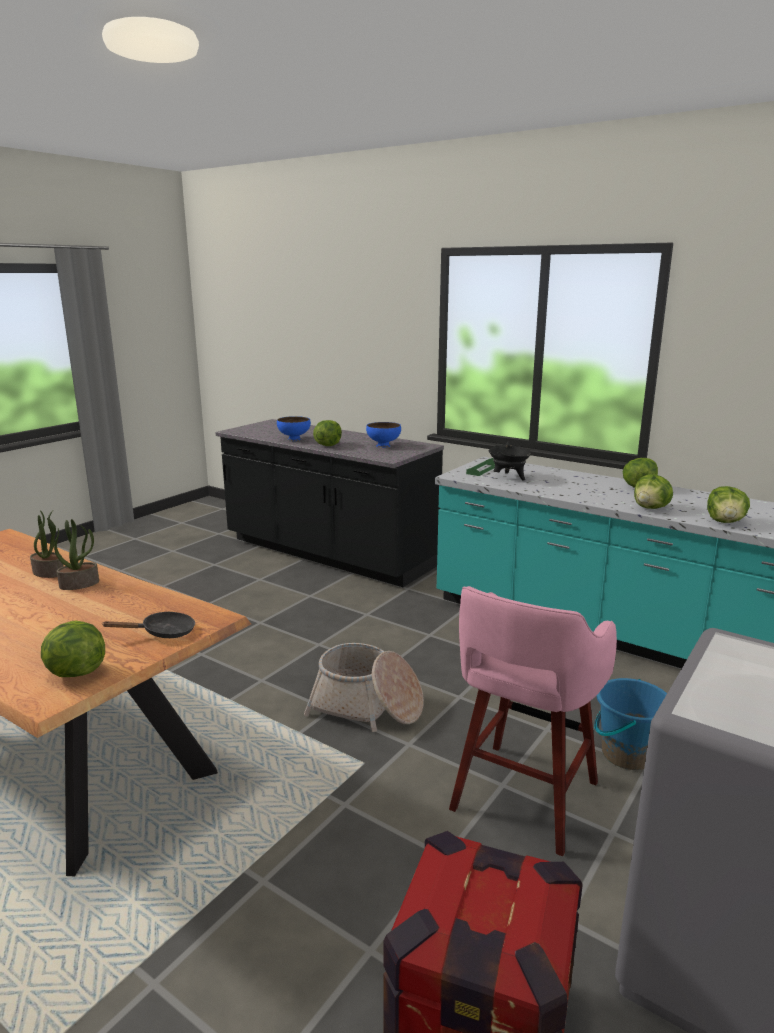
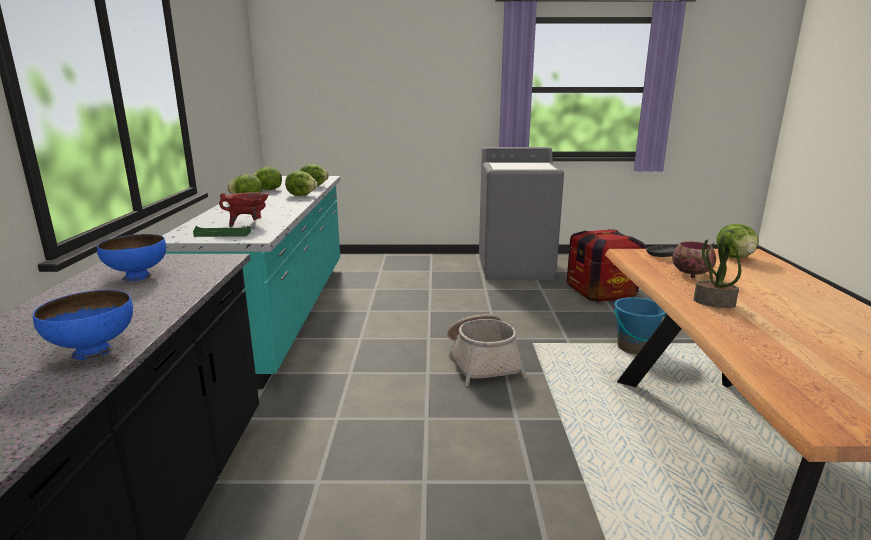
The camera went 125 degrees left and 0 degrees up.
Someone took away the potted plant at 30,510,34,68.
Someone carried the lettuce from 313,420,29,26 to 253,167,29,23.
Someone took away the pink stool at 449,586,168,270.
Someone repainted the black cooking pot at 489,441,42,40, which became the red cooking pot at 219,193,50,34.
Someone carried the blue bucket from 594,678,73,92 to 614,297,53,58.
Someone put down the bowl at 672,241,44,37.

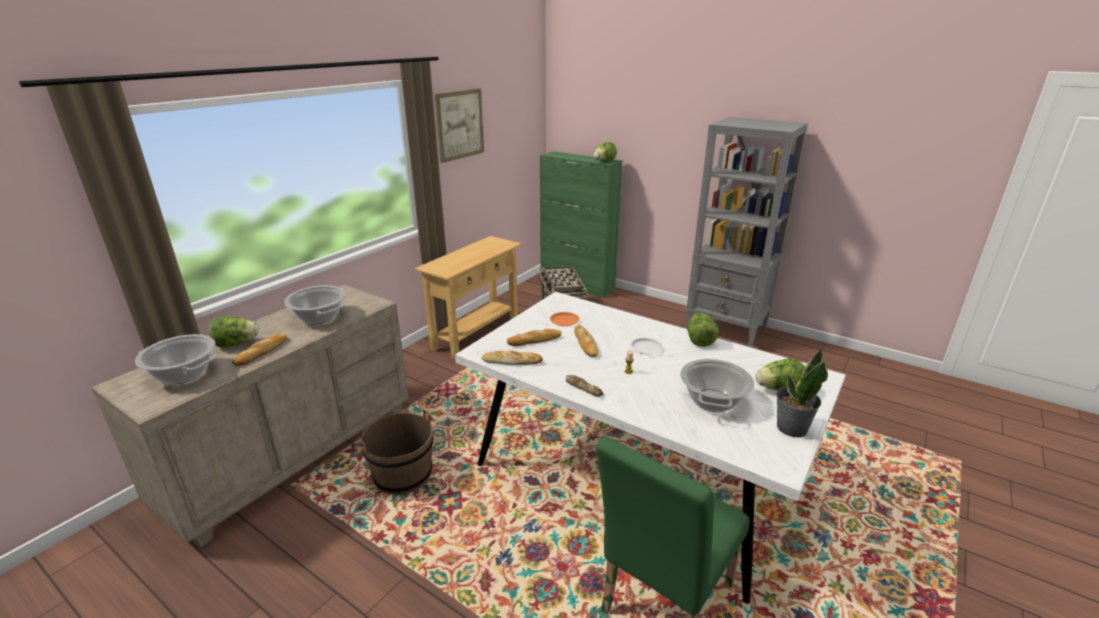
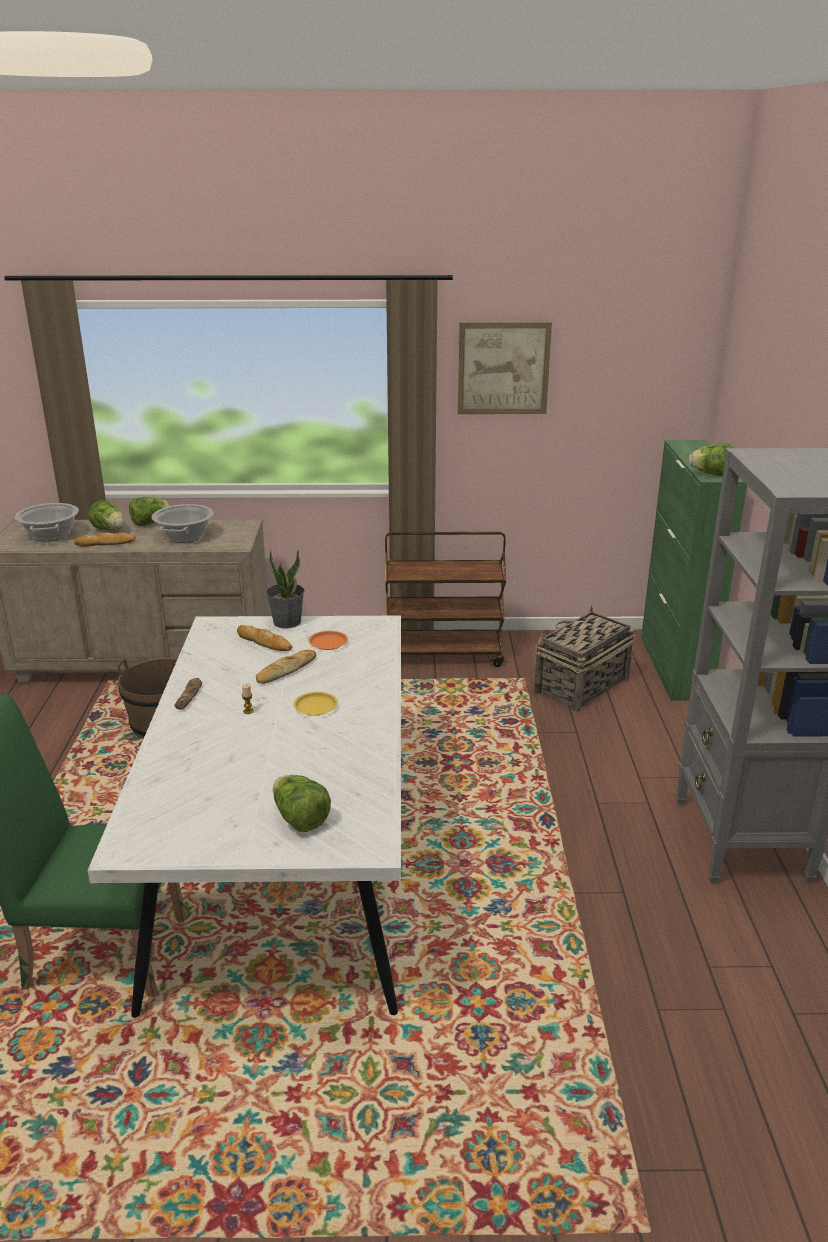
The camera went 55 degrees right and 0 degrees up.
Someone swapped the beige console table at 414,236,107,123 for the brown cart at 385,532,121,135.
Someone took away the bread at 482,351,61,14.
Someone repainted the white plate at 630,338,33,16, which became the yellow plate at 293,692,45,24.
Someone took away the cooking pot at 680,359,74,53.
Someone carried the lettuce from 687,313,32,34 to 129,497,42,29.
Someone carried the potted plant from 776,349,52,89 to 266,550,39,78.

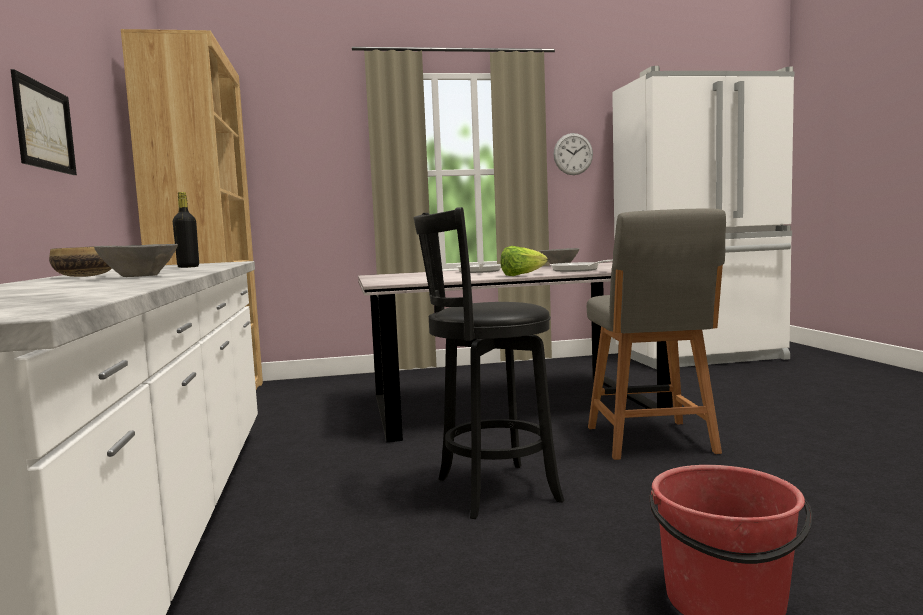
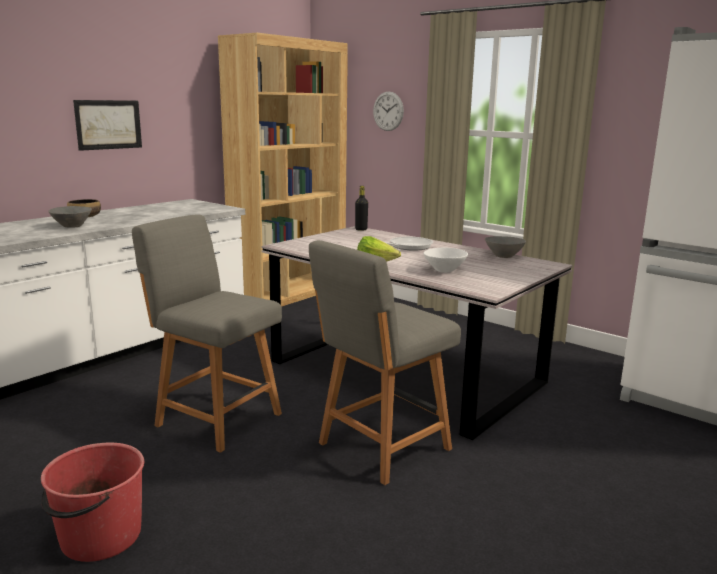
The camera went 50 degrees right and 10 degrees up.
Someone carried the black bottle from 173,192,26,76 to 355,186,13,45.
Someone swapped the black stool at 413,207,151,312 for the grey chair at 132,215,150,238.
Someone swapped the frying pan at 550,260,63,12 for the white bowl at 424,248,44,25.
Someone carried the wall clock from 553,133,40,42 to 373,91,31,40.

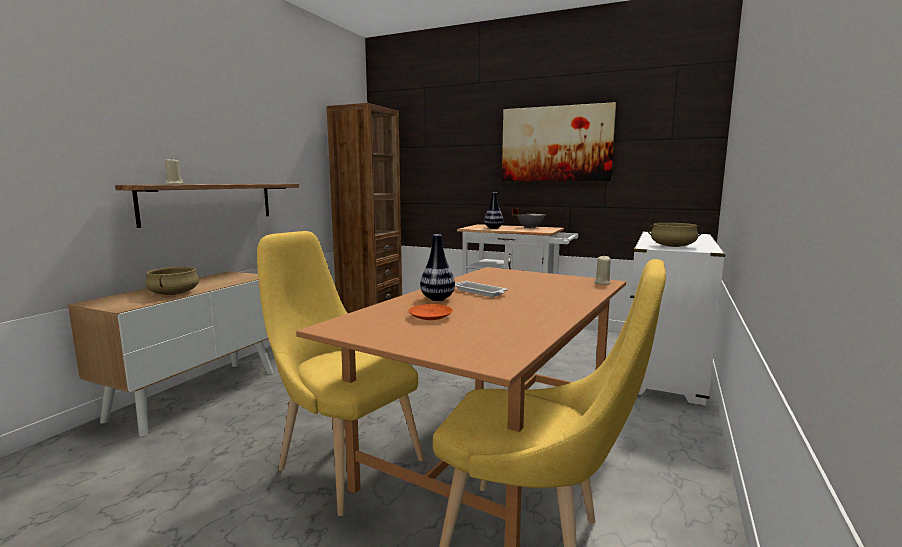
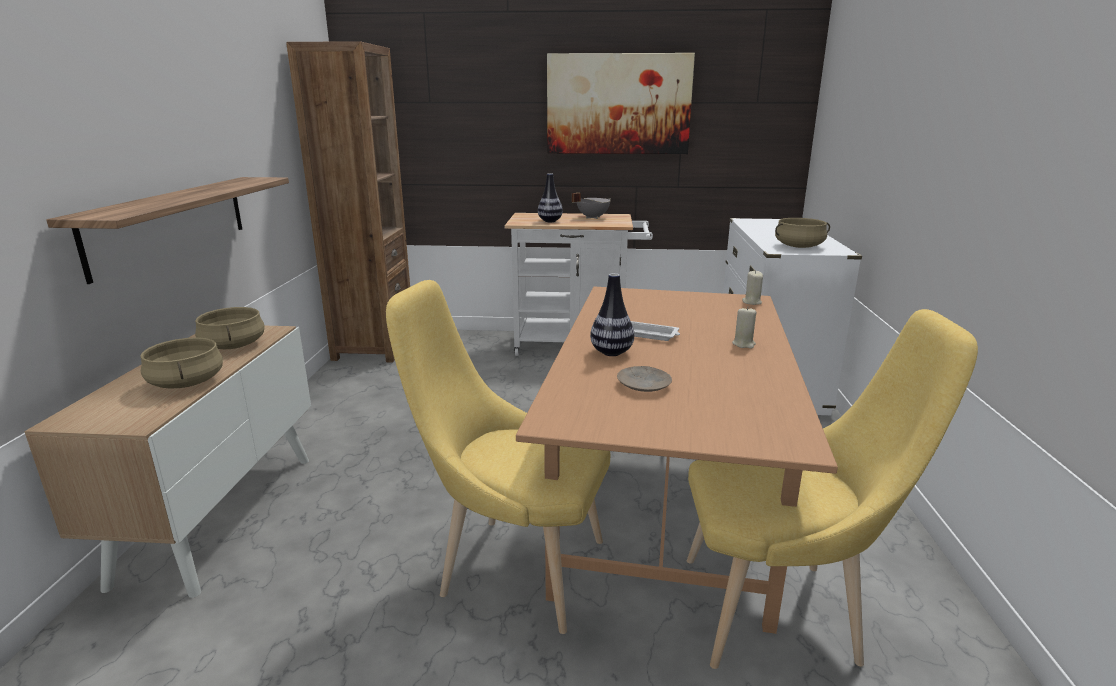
The camera went 20 degrees left and 10 degrees up.
Someone carried the beige candle from 165,158,19,27 to 732,308,24,40.
Someone repainted the orange plate at 409,304,44,16, which became the beige plate at 617,366,55,26.
Someone put down the beige cooking pot at 195,307,70,42.

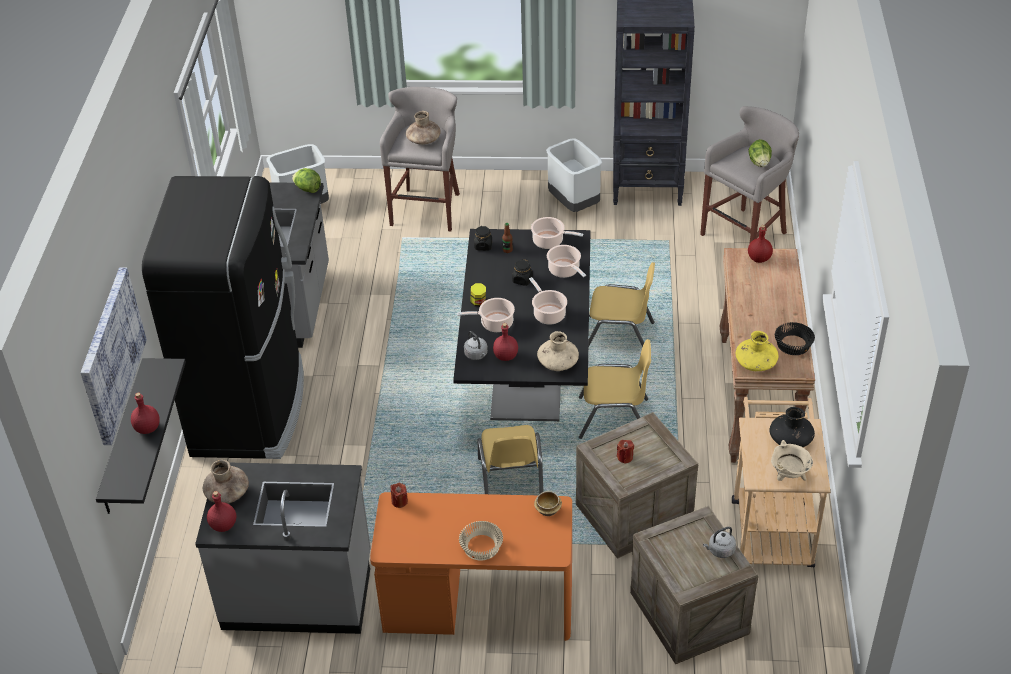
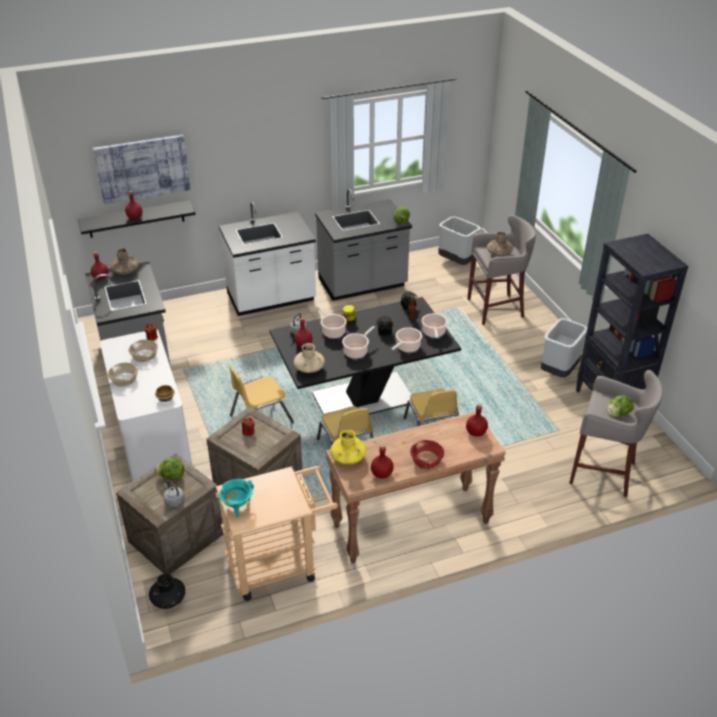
The camera went 65 degrees right and 5 degrees down.
Someone swapped the black fridge at 142,176,162,283 for the white counter at 219,202,97,114.
Someone repainted the orange desk at 370,492,202,149, which became the white desk at 100,329,92,152.
Someone carried the black vase from 770,407,45,40 to 149,574,36,35.
Someone repainted the beige cooking pot at 771,440,42,41, which became the turquoise cooking pot at 219,479,35,38.
Someone swapped the black bowl at 775,322,40,33 for the red bottle at 371,445,23,34.
Someone put down the beige bowl at 129,340,29,22.
Someone put down the lettuce at 155,458,29,22.
Someone put down the red bowl at 410,440,34,29.

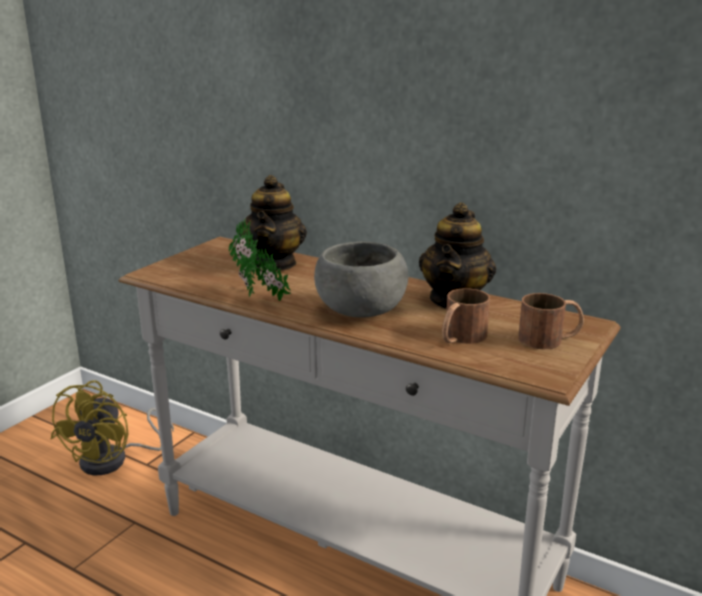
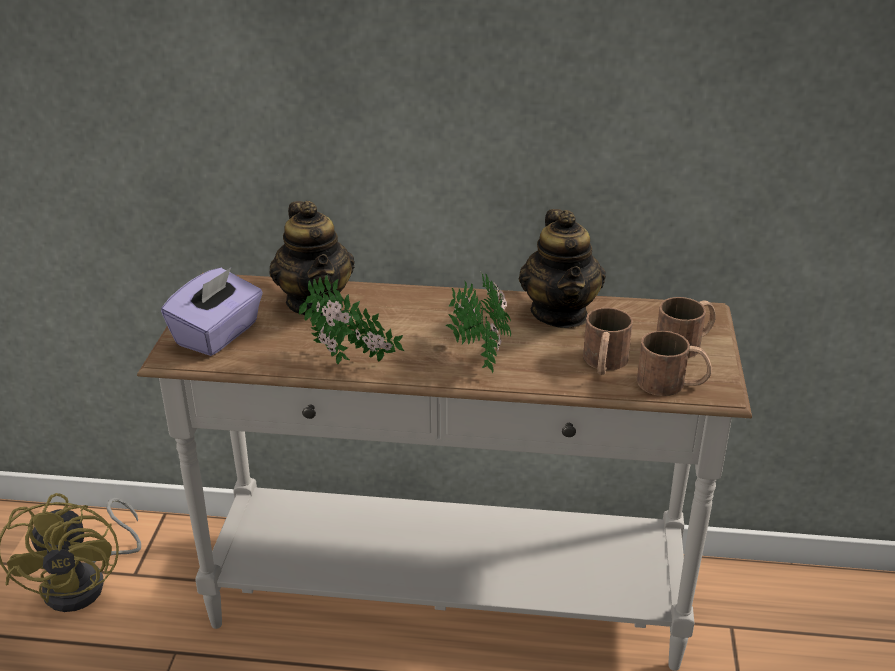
The camera went 25 degrees left and 10 degrees up.
Someone swapped the grey bowl at 314,241,94,77 for the potted plant at 445,274,66,99.
Someone put down the purple tissue box at 161,268,102,88.
Someone put down the brown mug at 637,331,75,65.

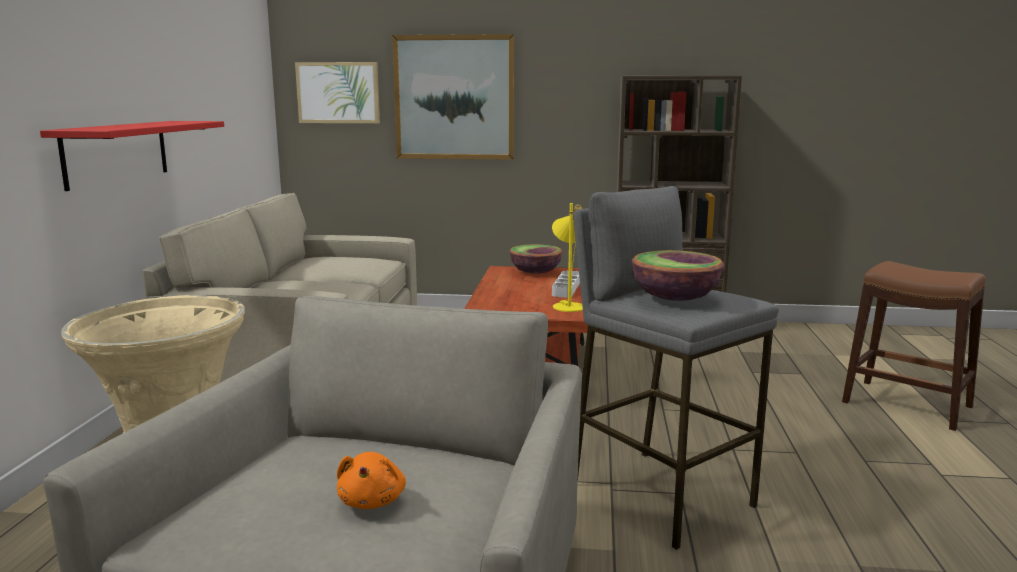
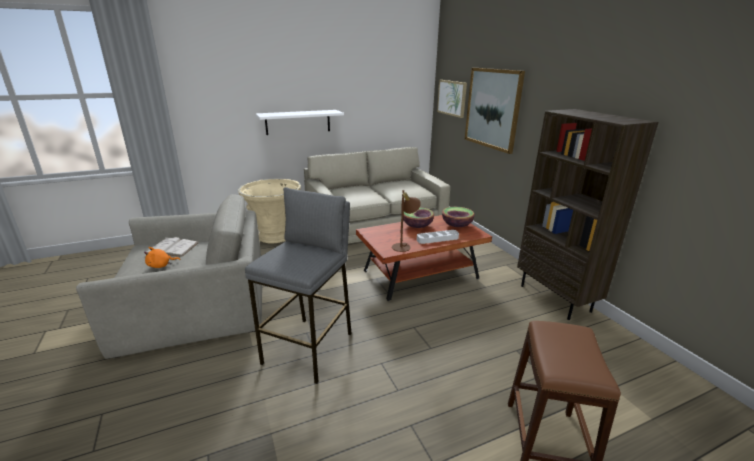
The camera went 60 degrees right and 10 degrees up.
Someone repainted the red shelf at 40,121,184,70, which became the white shelf at 256,110,88,25.
Someone repainted the yellow table lamp at 552,203,31,109, which became the brown table lamp at 392,190,29,62.
Someone carried the bowl from 632,250,92,51 to 403,207,31,21.
Someone put down the white book at 147,237,52,20.

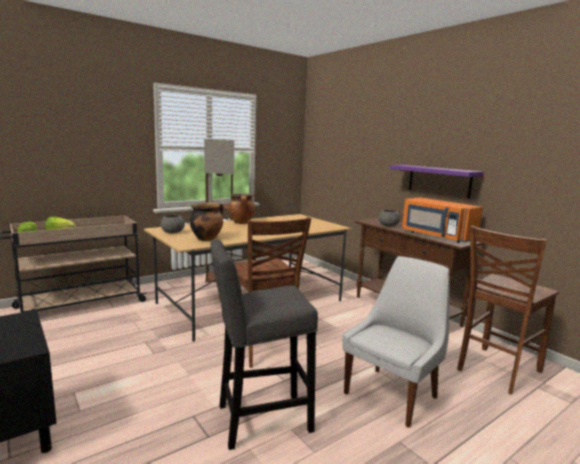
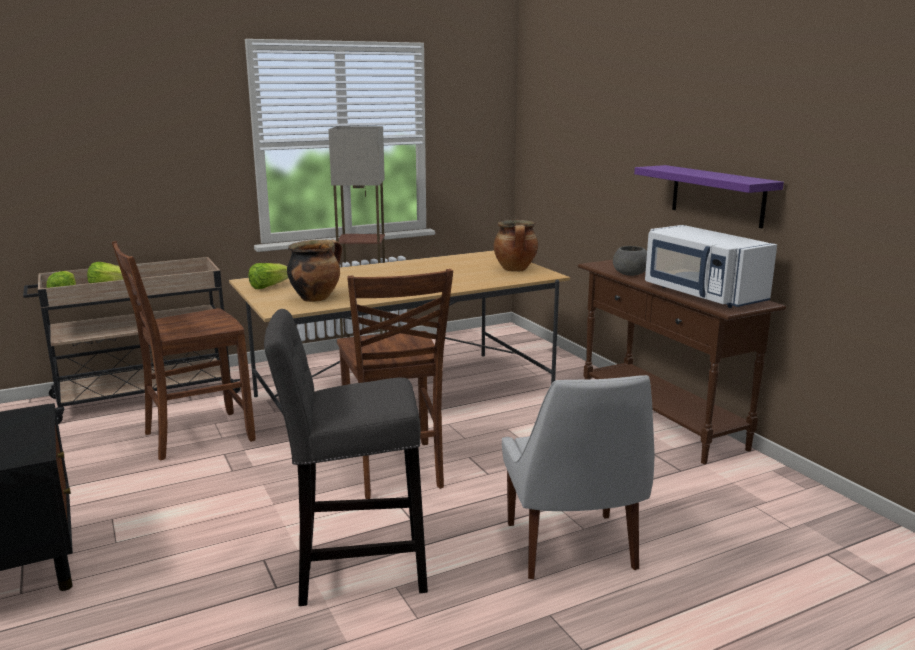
The camera went 10 degrees right and 5 degrees up.
Someone swapped the grey bowl at 161,215,24,18 for the lettuce at 249,263,39,26.
Someone carried the cooking pot from 228,193,27,31 to 494,220,44,52.
Someone rotated the white chair at 342,256,108,172 by 120 degrees clockwise.
Someone repainted the orange microwave at 402,197,81,46, which became the white microwave at 645,225,132,83.
Someone carried the brown chair from 457,226,102,168 to 112,241,144,220.

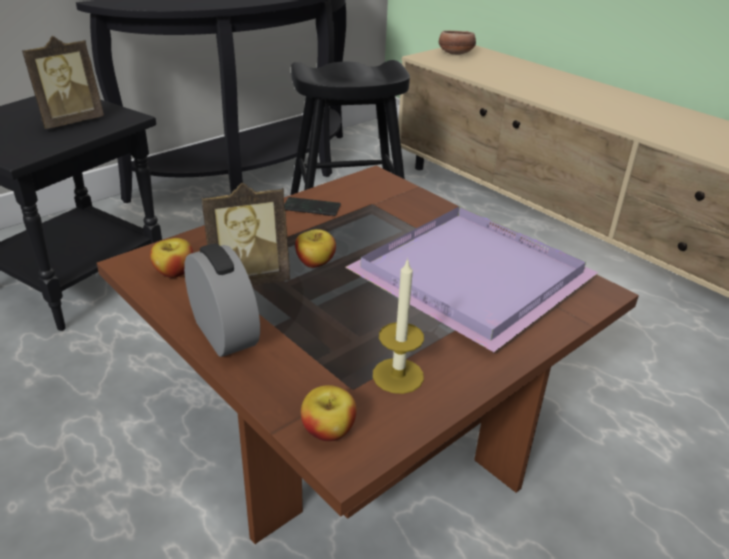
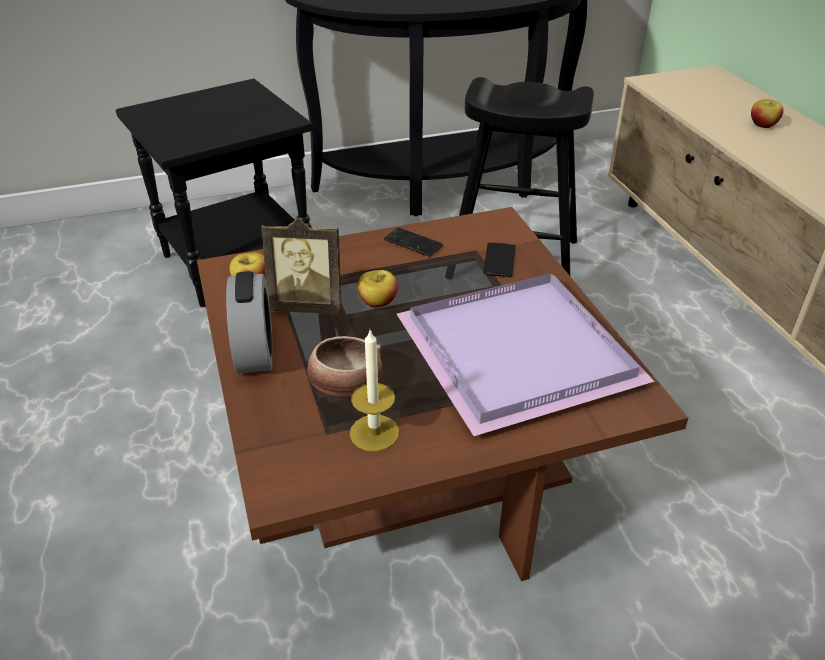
The camera went 25 degrees right and 5 degrees up.
Someone took away the picture frame at 22,36,82,93.
Someone carried the apple from 301,385,55,56 to 751,99,33,29.
Someone carried the bowl from 439,30,37,25 to 307,336,75,61.
Someone put down the phone at 483,242,32,35.

